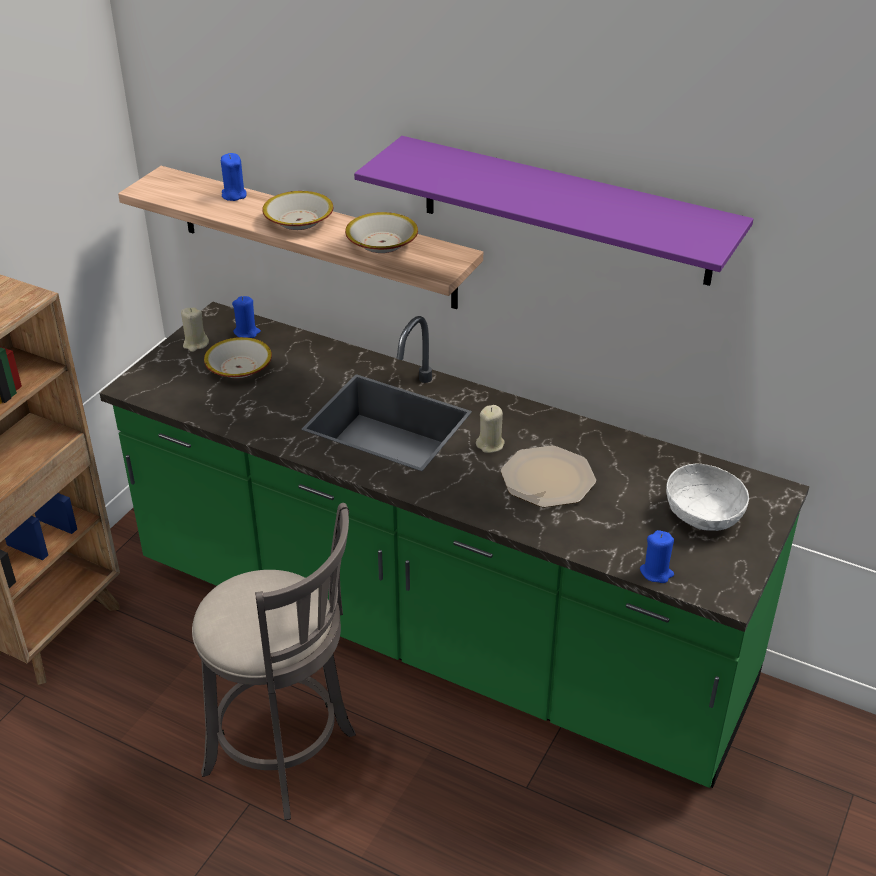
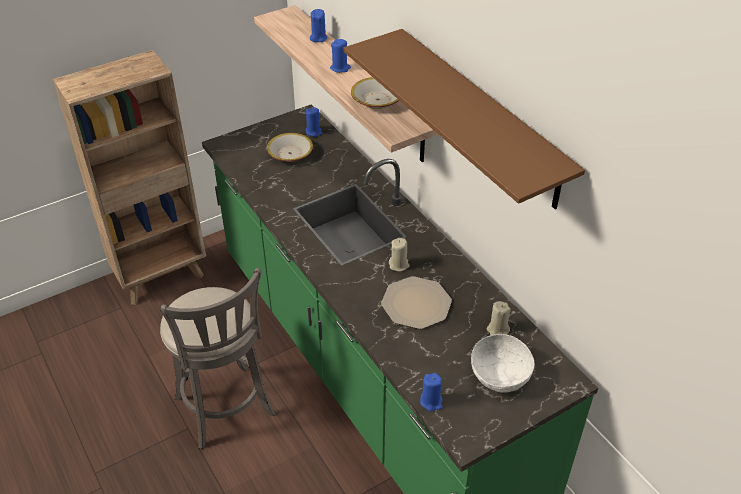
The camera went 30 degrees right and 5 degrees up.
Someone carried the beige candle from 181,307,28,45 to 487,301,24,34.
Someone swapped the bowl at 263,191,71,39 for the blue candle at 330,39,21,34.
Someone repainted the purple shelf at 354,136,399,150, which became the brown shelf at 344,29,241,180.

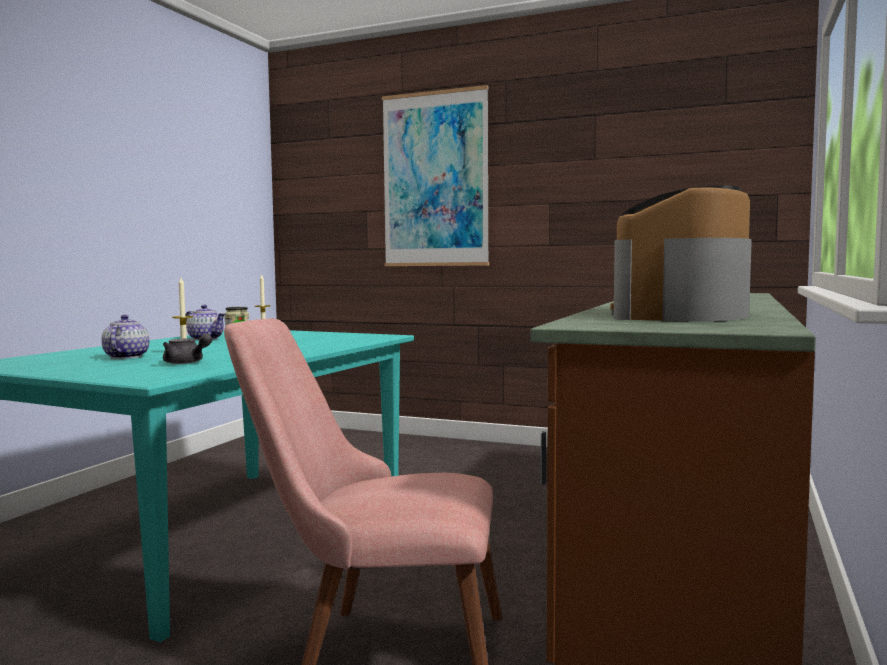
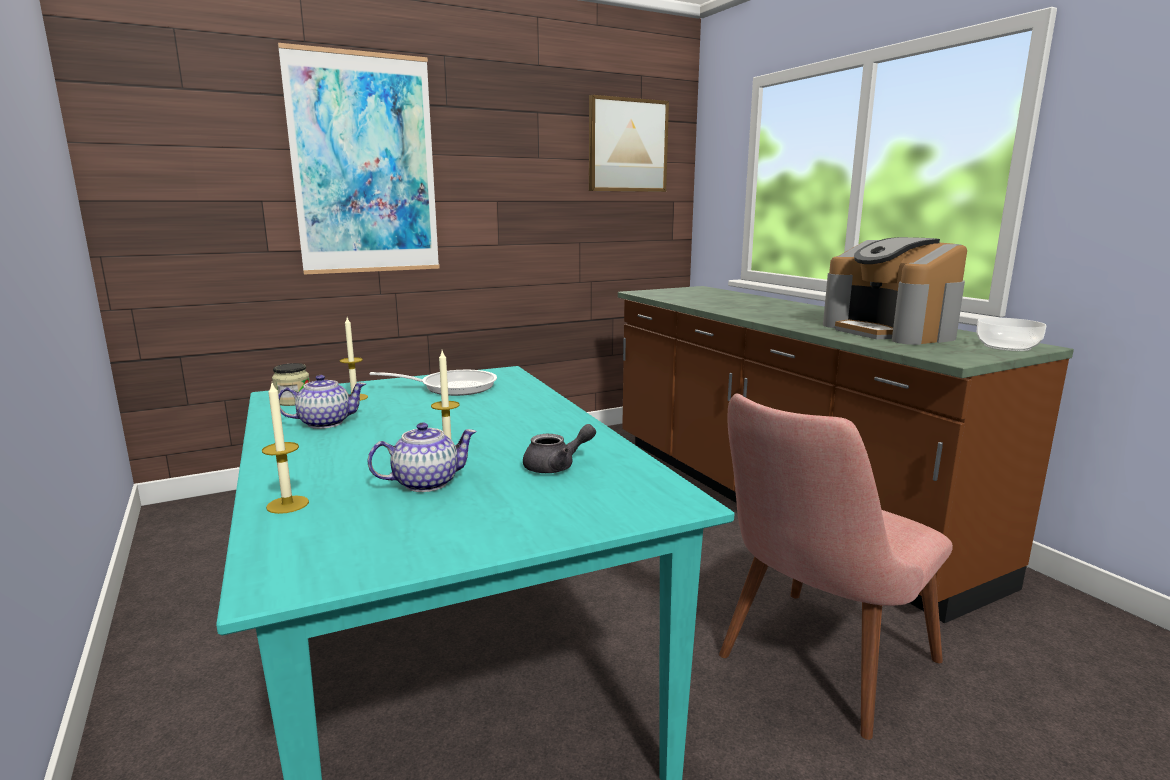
The camera went 50 degrees left and 10 degrees up.
Someone rotated the teapot at 102,315,47,44 by 120 degrees clockwise.
Someone put down the candle at 262,383,47,131.
Someone put down the frying pan at 369,370,128,26.
Someone put up the picture at 589,95,80,97.
Someone put down the bowl at 976,317,70,34.

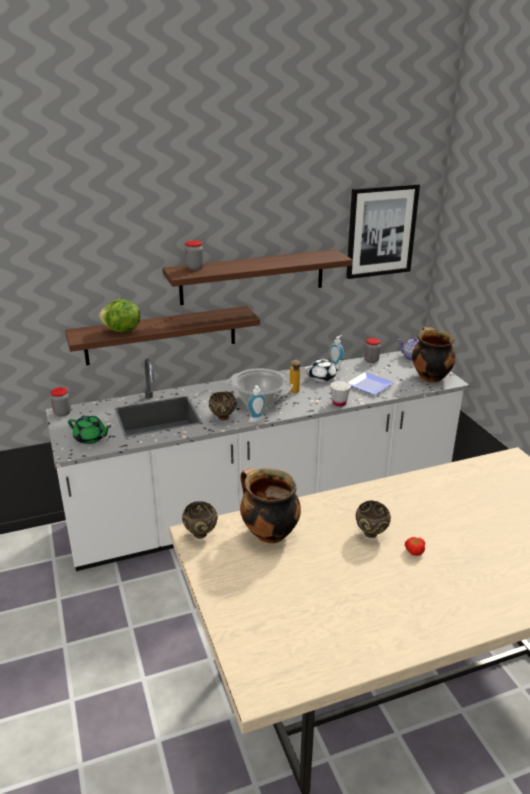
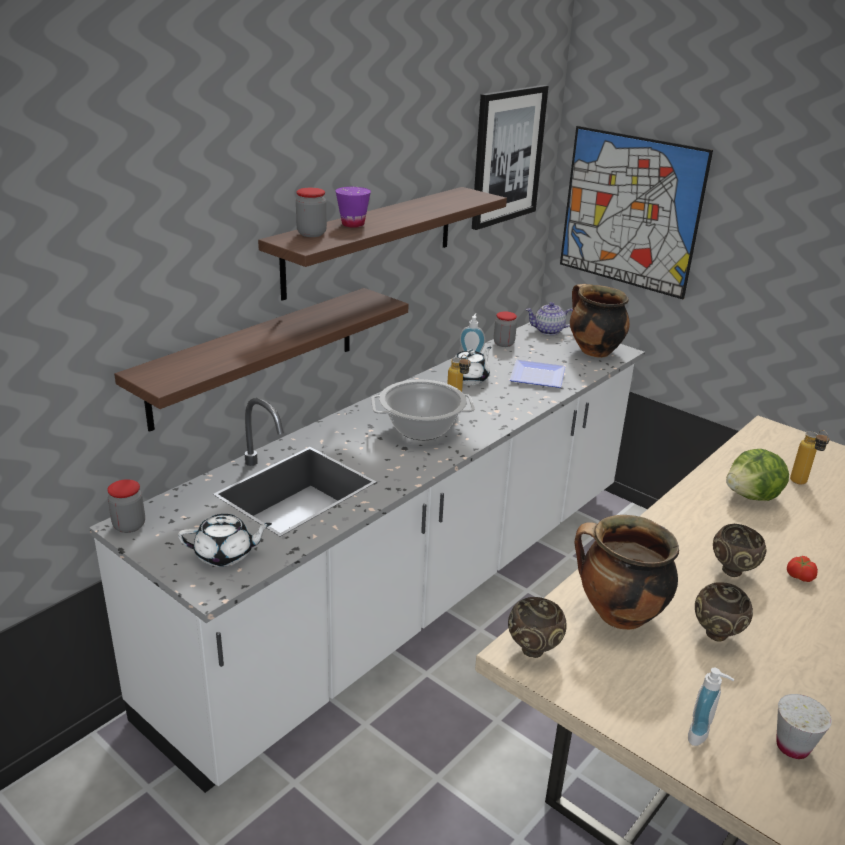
The camera went 30 degrees left and 0 degrees up.
Someone repainted the green teapot at 68,416,43,28, which became the white teapot at 178,514,94,53.
Someone carried the lettuce from 99,299,41,34 to 726,449,63,52.
Someone carried the brown bowl from 209,392,28,29 to 695,582,58,60.
Someone carried the soap dispenser from 247,385,19,37 to 688,668,46,78.
Someone carried the white cup from 330,381,21,25 to 777,694,55,65.
Someone put down the purple cup at 335,187,36,41.
Someone put up the picture at 560,126,153,173.
Someone put down the bottle at 790,430,39,54.

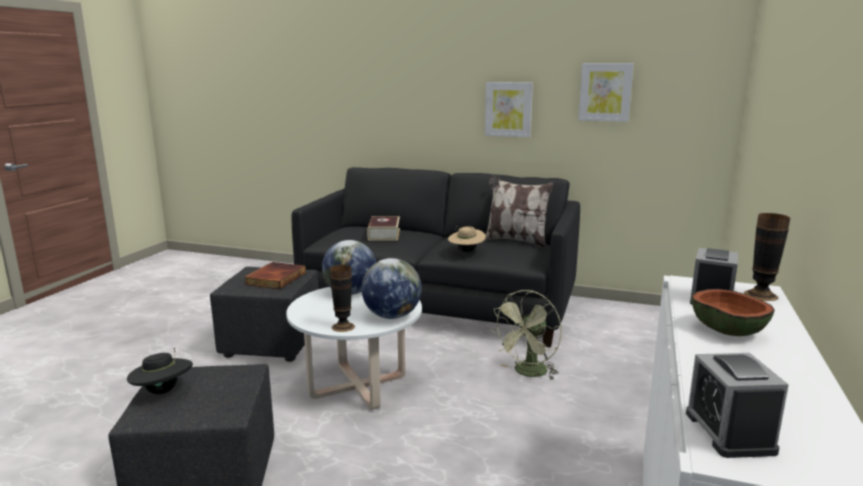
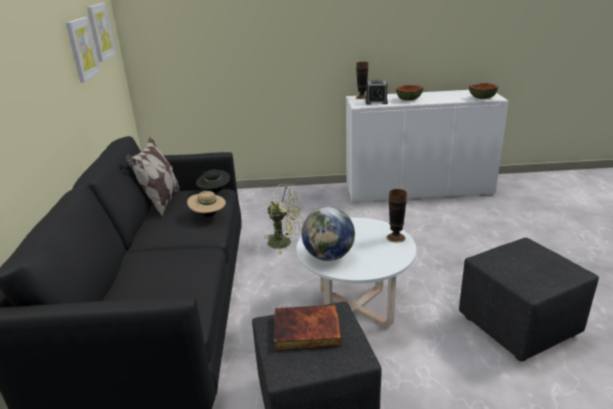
The camera went 110 degrees left and 10 degrees up.
Someone carried the black hat from 127,348,66,47 to 196,169,34,24.
Someone took away the globe at 362,258,60,61.
Someone took away the book at 367,216,33,25.
Someone carried the picture from 485,82,48,55 to 87,3,29,59.
Someone swapped the alarm clock at 686,353,103,105 for the bowl at 469,83,30,16.

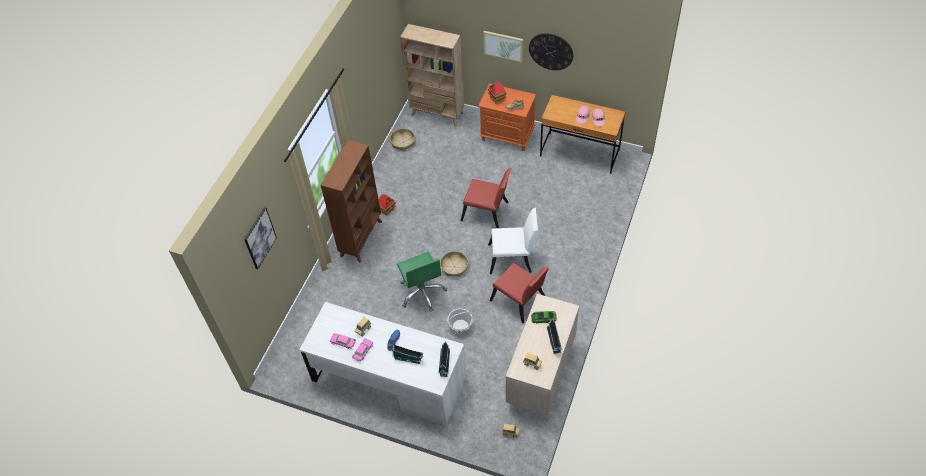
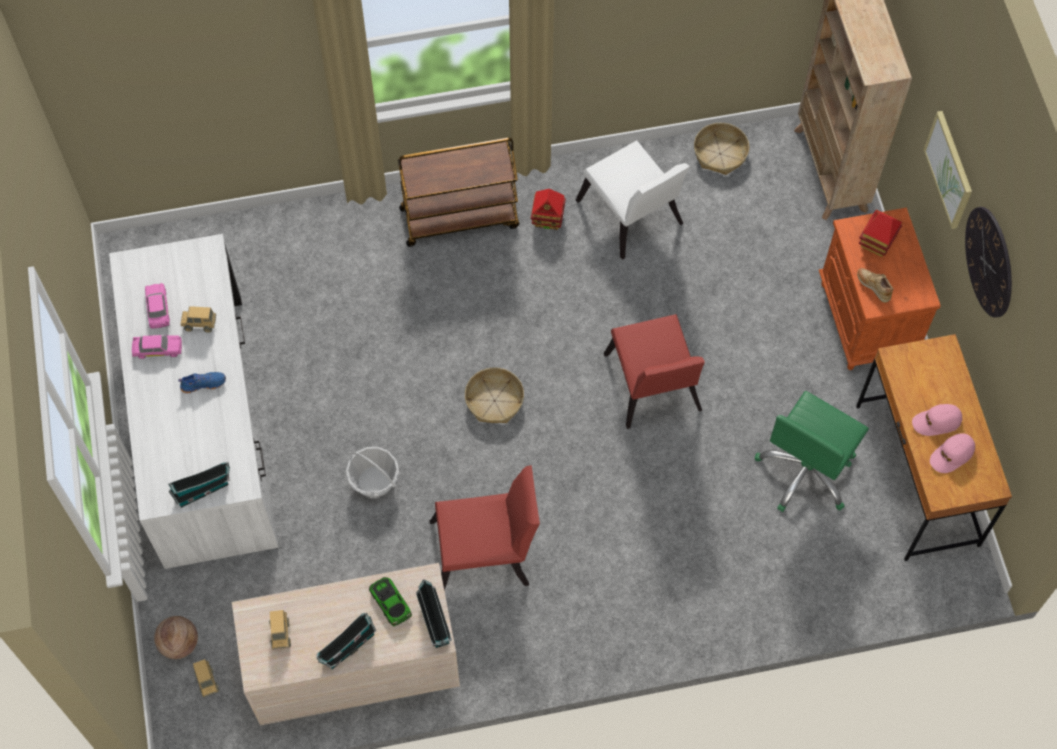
The camera went 55 degrees right and 10 degrees up.
Someone took away the picture at 244,207,33,62.
Someone swapped the brown bookcase at 321,140,61,123 for the brown cart at 398,138,121,109.
Someone carried the toy house from 392,344,31,20 to 416,579,36,69.
Someone carried the green office chair from 397,252,50,60 to 755,391,114,121.
Someone carried the white chair from 488,208,50,66 to 576,140,113,120.
Someone rotated the red chair at 490,263,59,61 by 105 degrees counterclockwise.
Someone put down the basketball at 154,616,44,43.

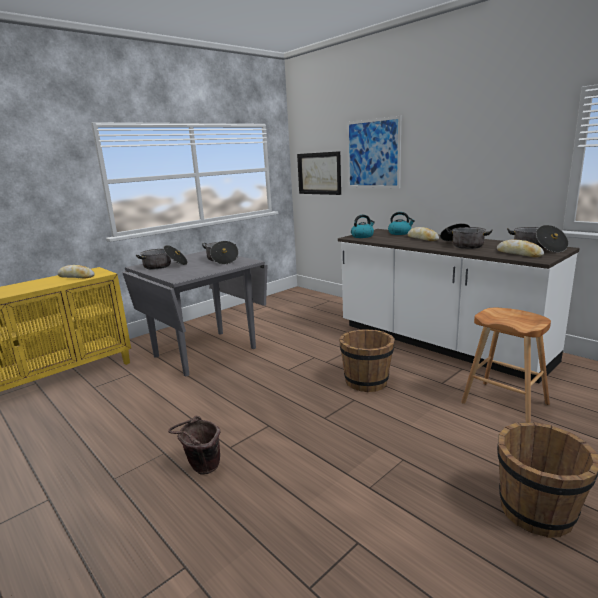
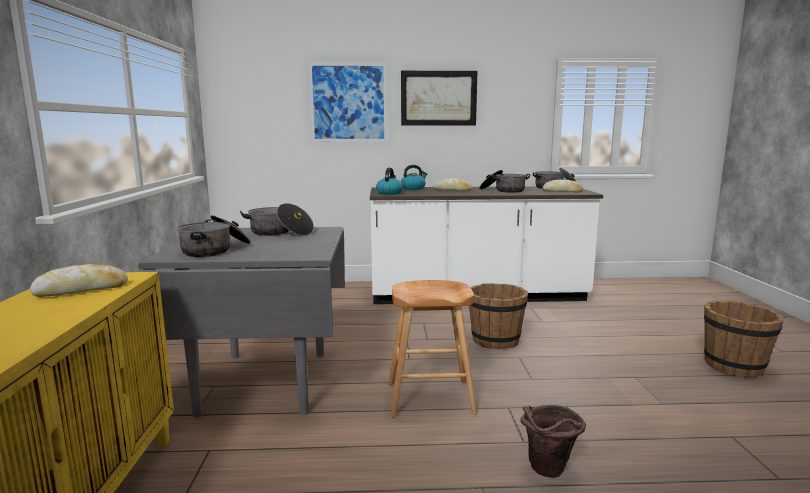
The camera went 50 degrees left and 5 degrees down.
Someone carried the picture from 297,151,44,44 to 401,71,76,55.
Someone carried the brown stool from 461,308,90,115 to 388,280,89,138.

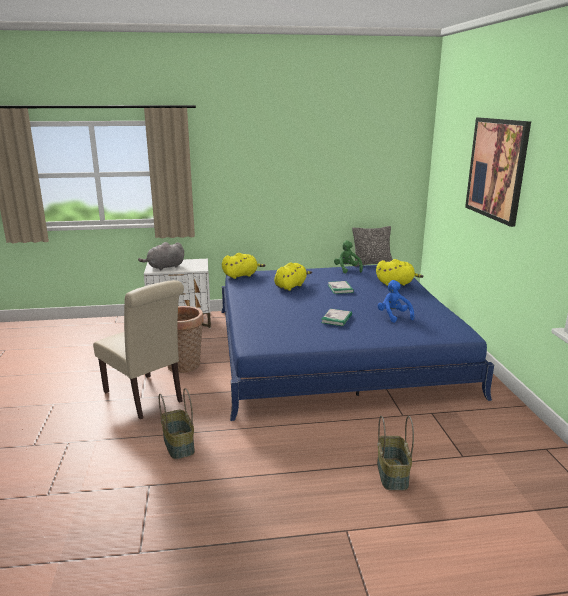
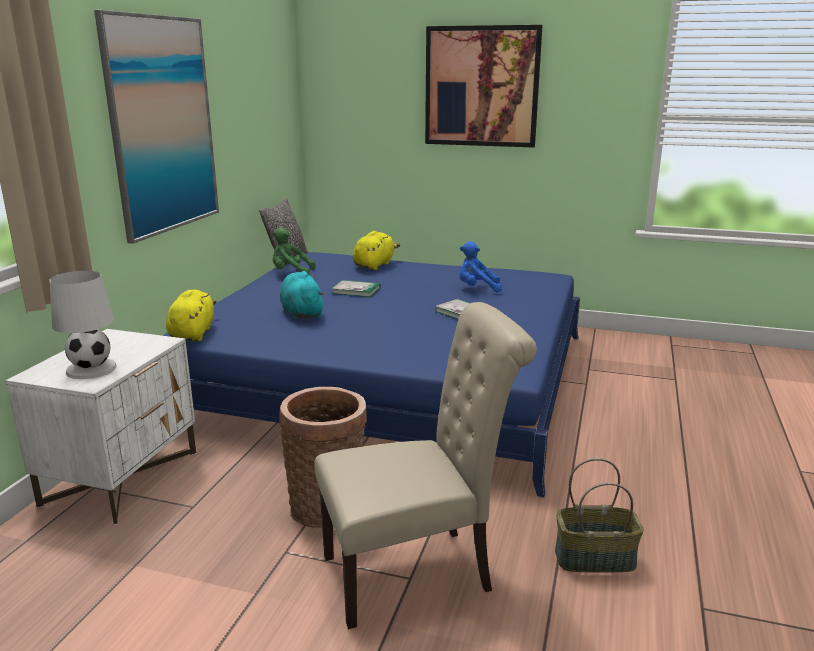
The camera went 65 degrees left and 0 degrees up.
Someone swapped the grey plush toy at 138,242,46,28 for the white table lamp at 49,271,68,108.
Someone repainted the yellow plush toy at 274,262,38,29, which became the turquoise plush toy at 280,271,44,49.
Someone took away the basket at 377,416,37,74.
Someone put up the picture at 94,10,125,234.

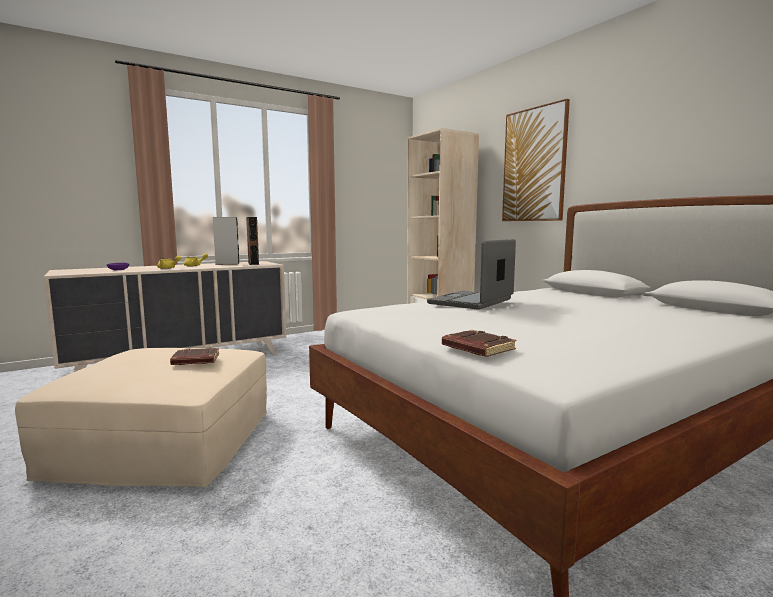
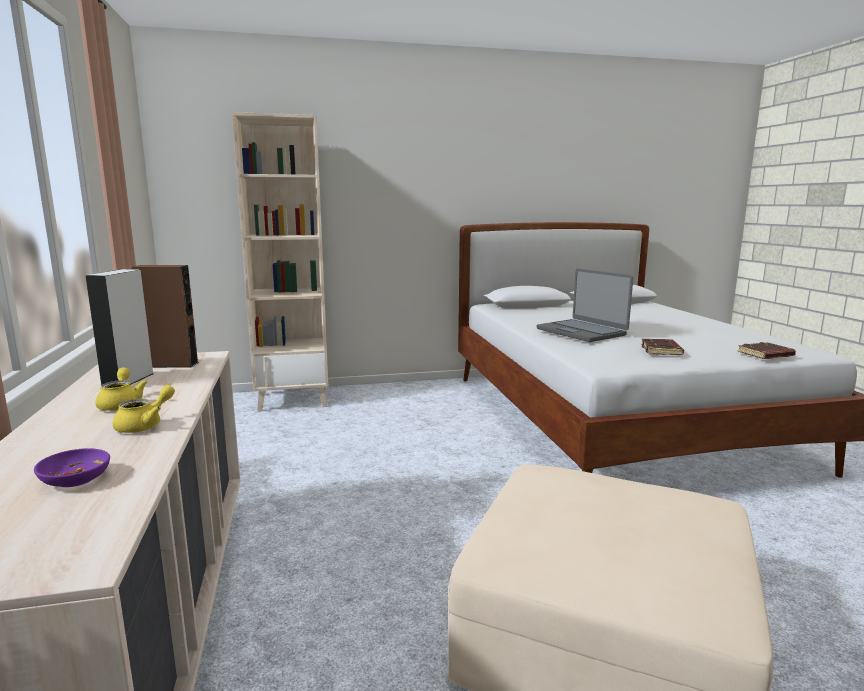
The camera went 70 degrees left and 5 degrees up.
Someone carried the brown book from 170,347,49,18 to 641,338,43,17.
Someone took away the picture at 502,99,68,122.

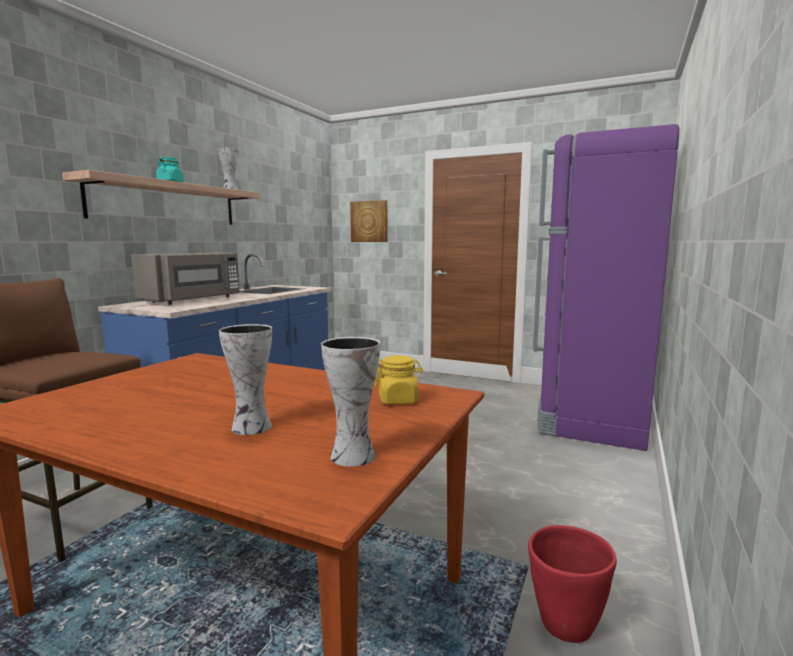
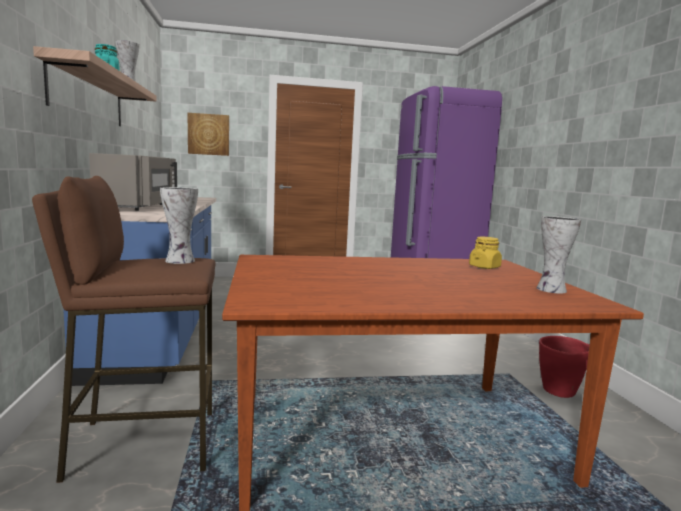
The camera went 35 degrees left and 0 degrees up.
Someone carried the vase from 219,324,53,111 to 160,187,38,77.

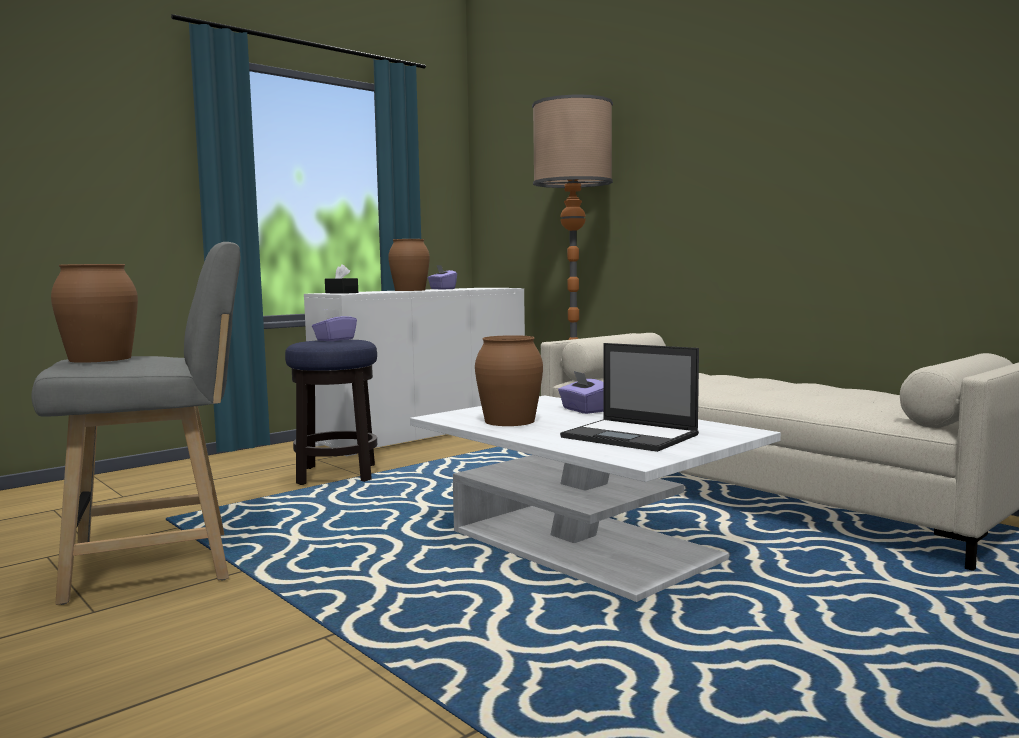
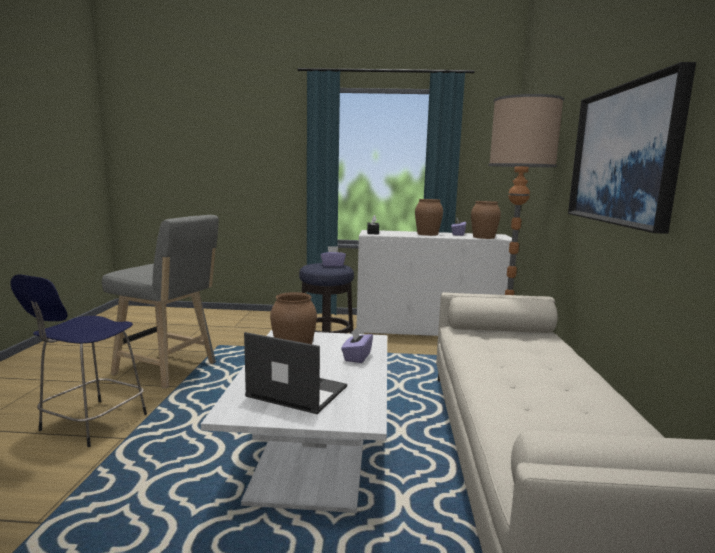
The camera went 45 degrees right and 5 degrees up.
Someone carried the brown vase from 51,264,87,99 to 471,201,30,38.
Someone rotated the laptop at 560,343,139,109 by 120 degrees clockwise.
Someone put down the blue stool at 11,274,136,173.
Someone put up the picture at 568,62,128,172.

